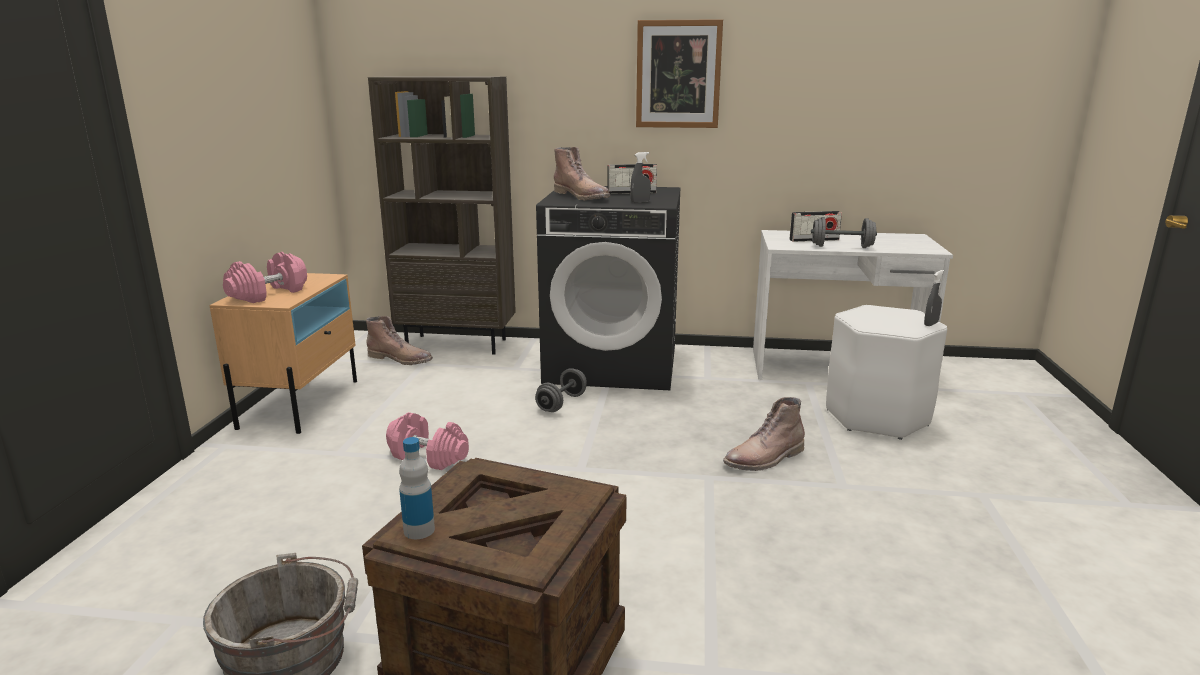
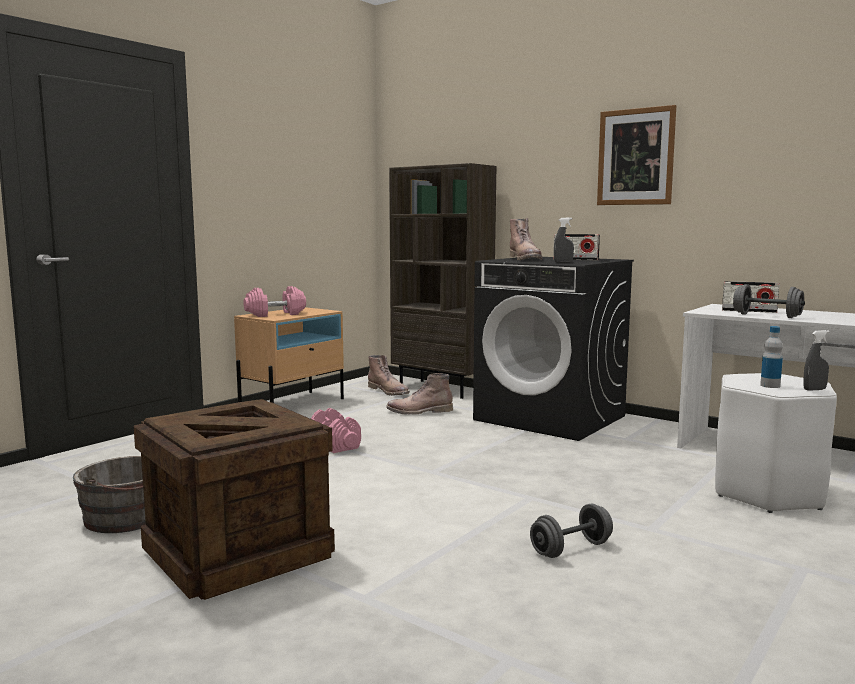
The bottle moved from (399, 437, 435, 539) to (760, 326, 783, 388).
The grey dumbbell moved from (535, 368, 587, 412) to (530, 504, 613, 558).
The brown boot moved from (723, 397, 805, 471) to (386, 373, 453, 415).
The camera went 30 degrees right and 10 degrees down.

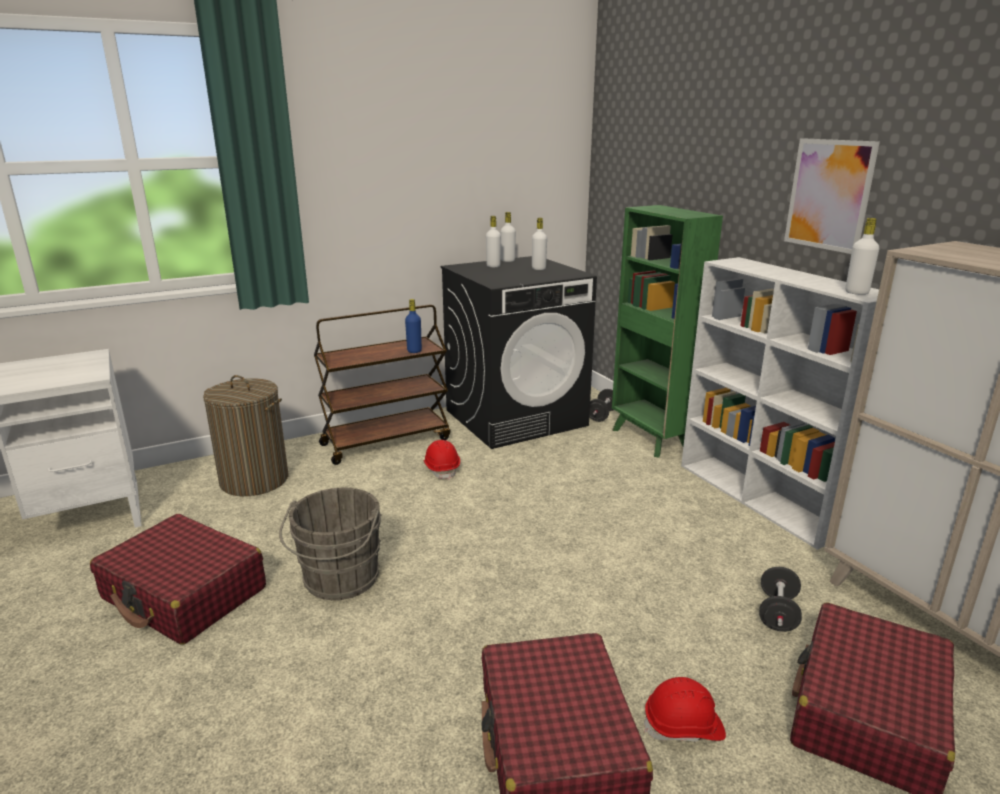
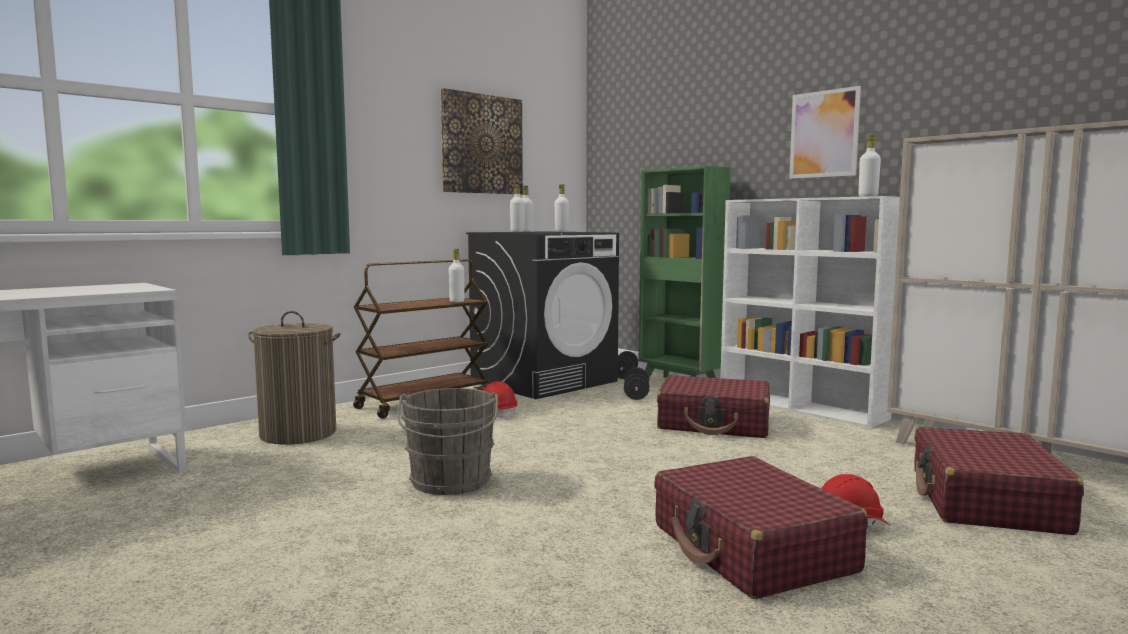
The picture at (440, 88, 523, 194) appeared.
The red suitcase moved from (90, 514, 266, 645) to (657, 375, 770, 438).
The black dumbbell moved from (759, 567, 802, 632) to (624, 367, 650, 400).
The blue bottle at (405, 299, 422, 353) became the white bottle at (449, 249, 464, 302).
The camera went 15 degrees left and 15 degrees down.

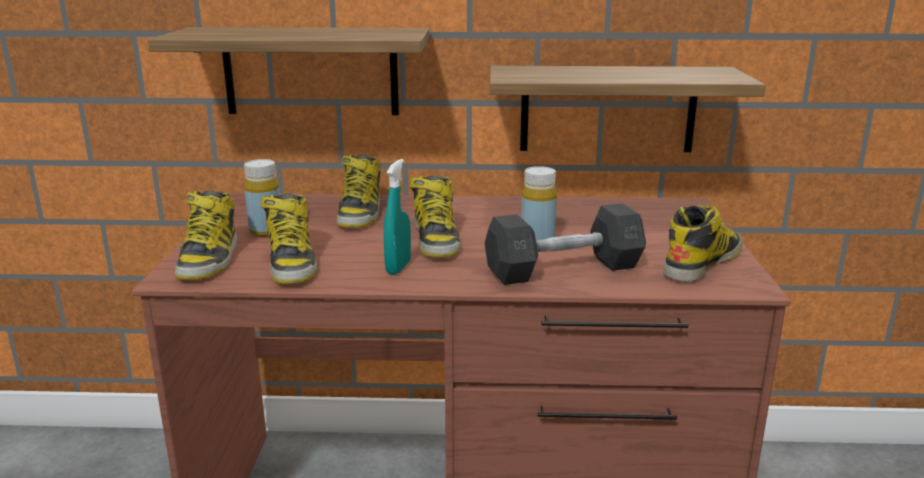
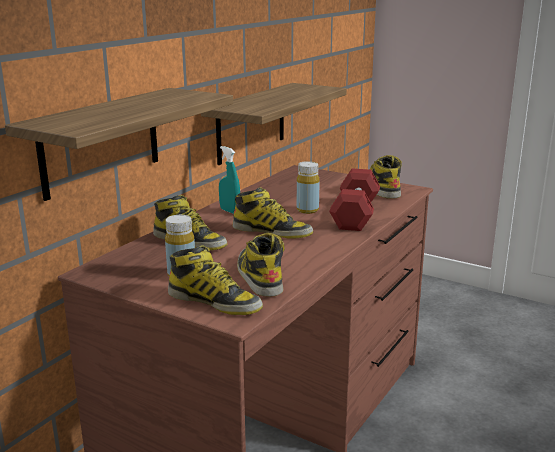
The turquoise spray bottle moved from (383, 159, 411, 275) to (219, 146, 240, 214).
The grey dumbbell at (484, 203, 646, 285) became the red dumbbell at (329, 168, 380, 231).
The boot at (261, 194, 317, 284) turned 120 degrees counterclockwise.
The camera went 60 degrees left and 0 degrees up.

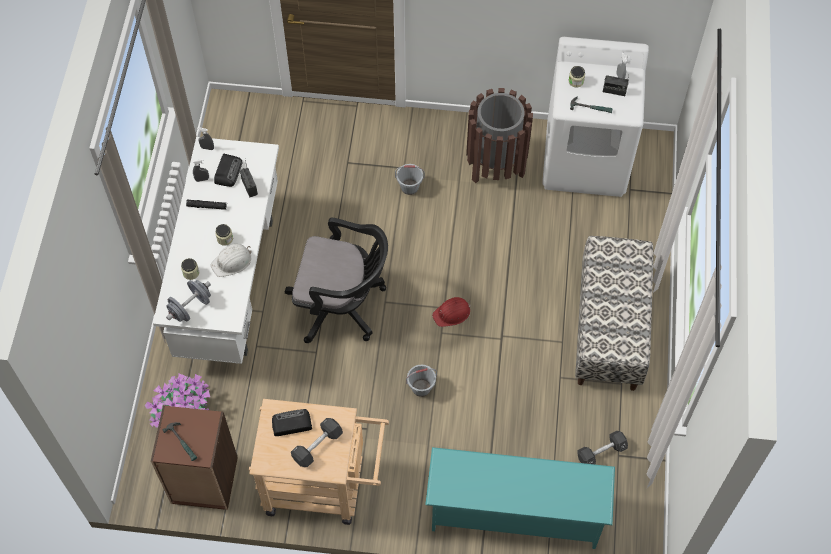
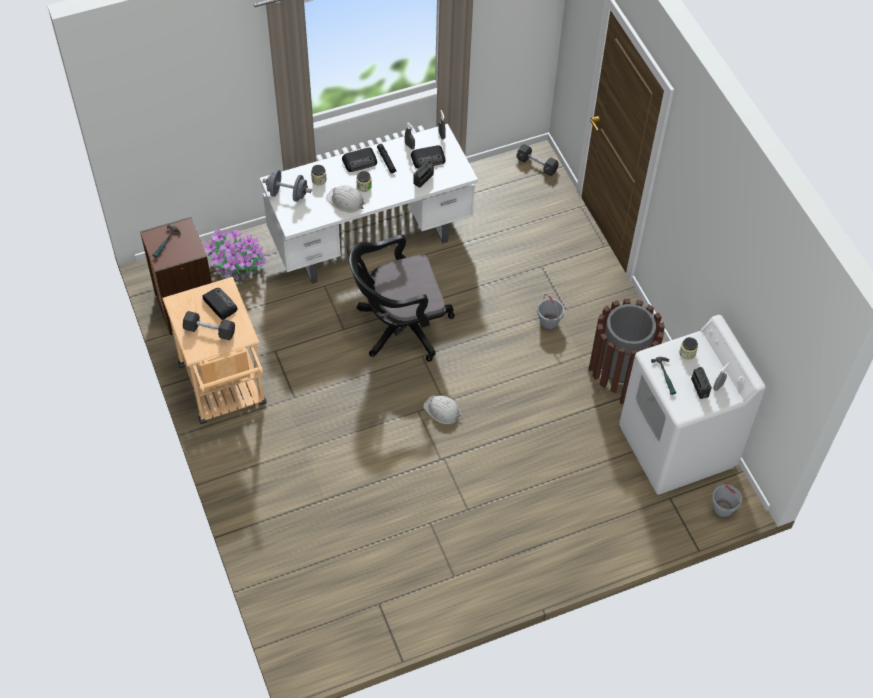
The turquoise shoe rack at (425, 447, 615, 549) disappeared.
The bench at (575, 236, 654, 391) disappeared.
The radio at (342, 147, 377, 172) appeared.
The grey bucket moved from (406, 365, 437, 397) to (712, 483, 742, 518).
The black dumbbell moved from (578, 431, 628, 465) to (516, 144, 559, 176).
The red hard hat at (432, 297, 471, 327) became the white hard hat at (423, 395, 462, 424).
The black office chair at (285, 218, 388, 343) turned 90 degrees clockwise.
The camera went 60 degrees right and 5 degrees down.

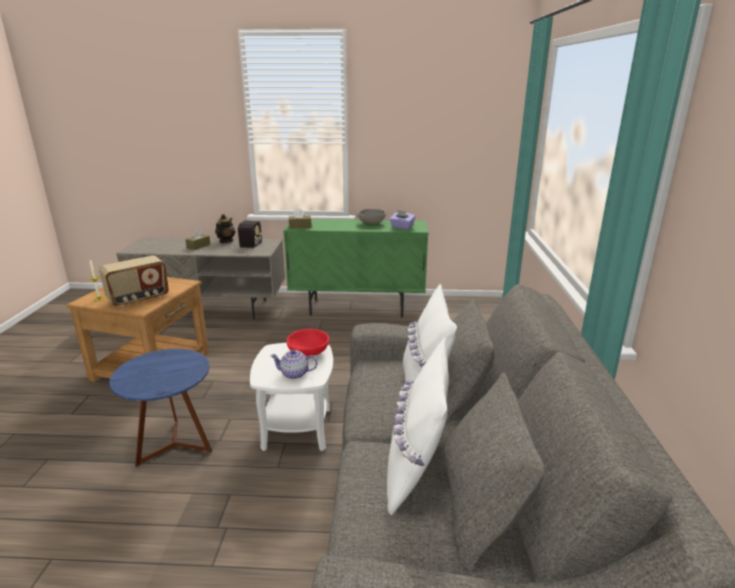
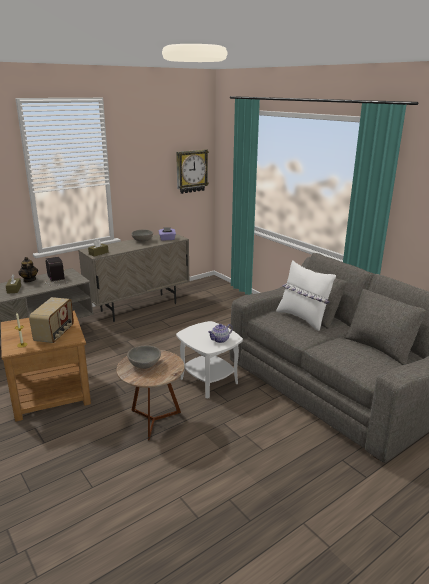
The red bowl at (287, 329, 329, 357) disappeared.
The white pillow at (387, 338, 449, 515) disappeared.
The grey bowl at (127, 346, 161, 369) appeared.
The wall clock at (176, 149, 209, 194) appeared.
The blue side table at (109, 349, 212, 467) became the brown side table at (117, 350, 185, 441).
The green cabinet at (283, 219, 428, 318) became the beige cabinet at (78, 234, 190, 322).
The camera went 40 degrees left and 0 degrees up.

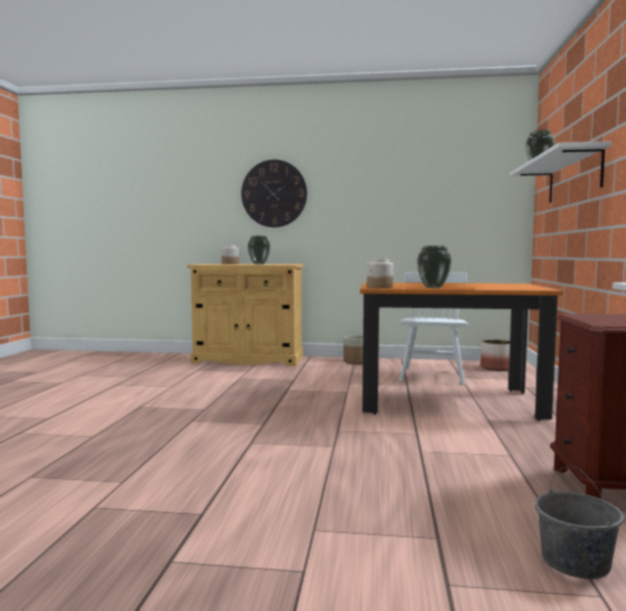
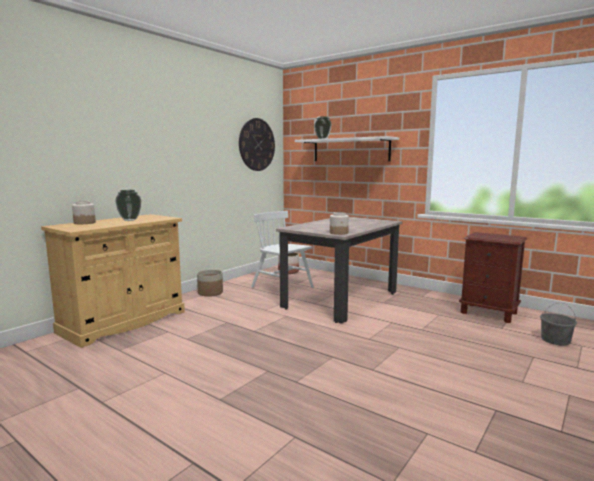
The vase at (417, 246, 451, 288) disappeared.
The wall clock moved from (241, 160, 307, 227) to (239, 118, 275, 171).
The orange dining table at (360, 282, 563, 421) became the beige dining table at (276, 217, 402, 323).
The camera went 60 degrees left and 5 degrees up.

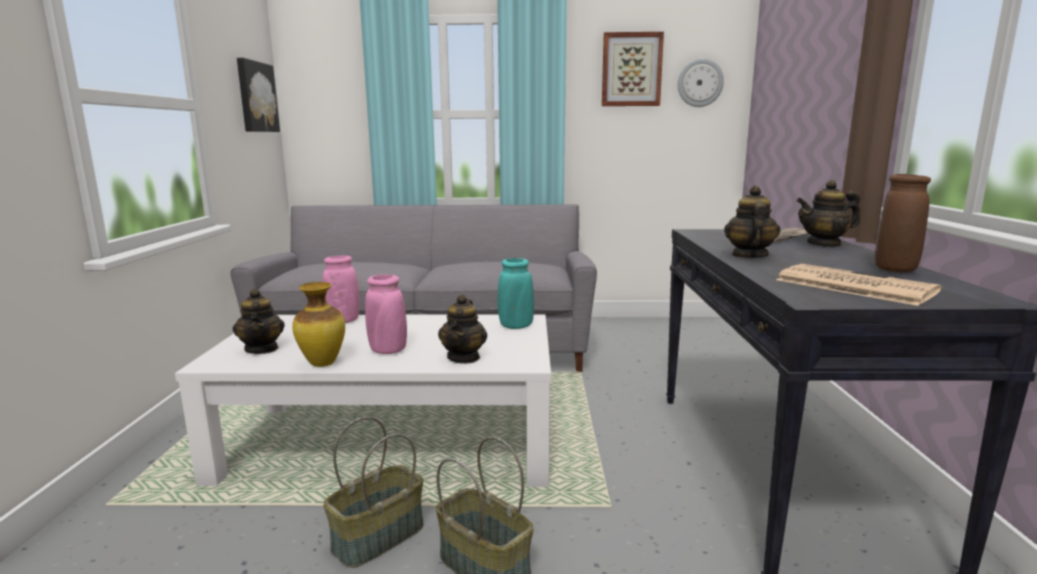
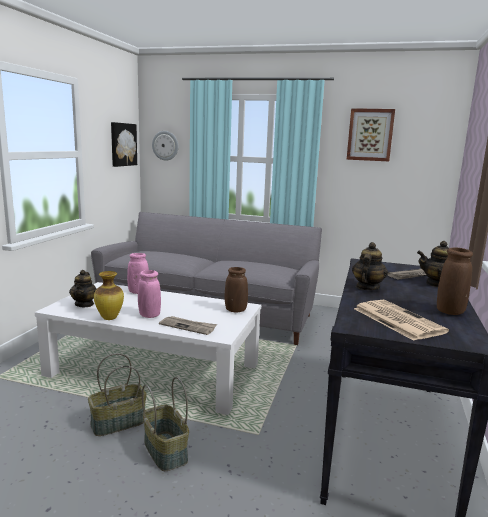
The wall clock moved from (678, 59, 724, 107) to (152, 131, 178, 161).
The teapot at (438, 294, 487, 364) was replaced by the newspaper at (159, 316, 217, 335).
The turquoise vase at (498, 258, 534, 329) became the brown vase at (224, 267, 248, 312).
The camera went 15 degrees right and 0 degrees up.

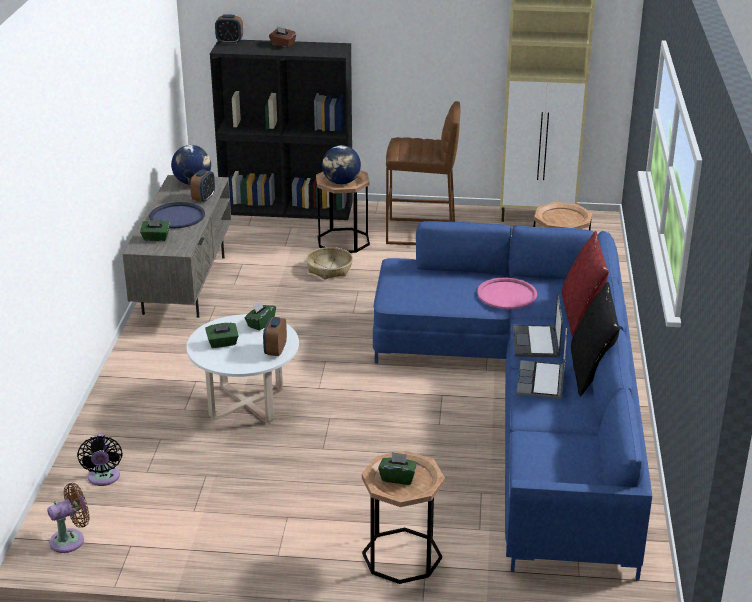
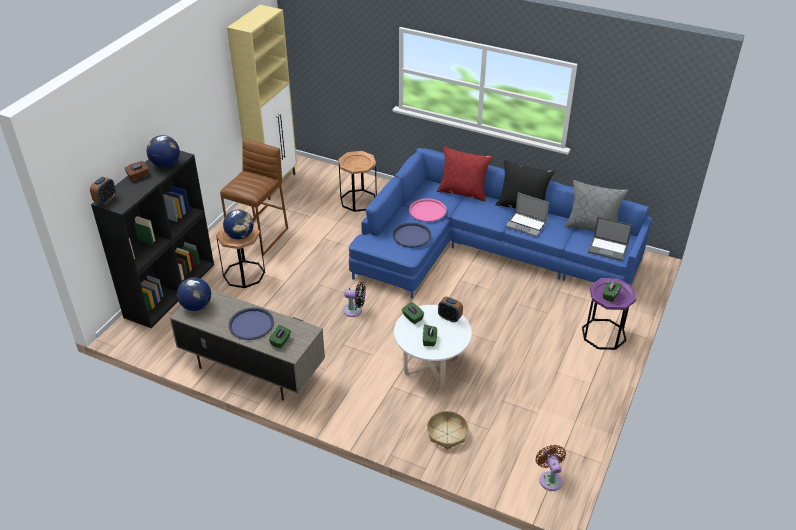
The alarm clock at (190, 169, 215, 203) disappeared.
The globe at (146, 135, 180, 168) appeared.
The blue tray at (392, 223, 432, 248) appeared.
The grey pillow at (564, 180, 628, 231) appeared.
The black fan moved from (77, 434, 123, 486) to (343, 282, 366, 317).
The basket moved from (306, 247, 353, 280) to (427, 411, 469, 449).
The laptop moved from (513, 293, 563, 358) to (588, 217, 632, 261).
The brown side table at (362, 451, 445, 584) became the purple side table at (582, 278, 636, 350).
The camera went 70 degrees left and 10 degrees up.

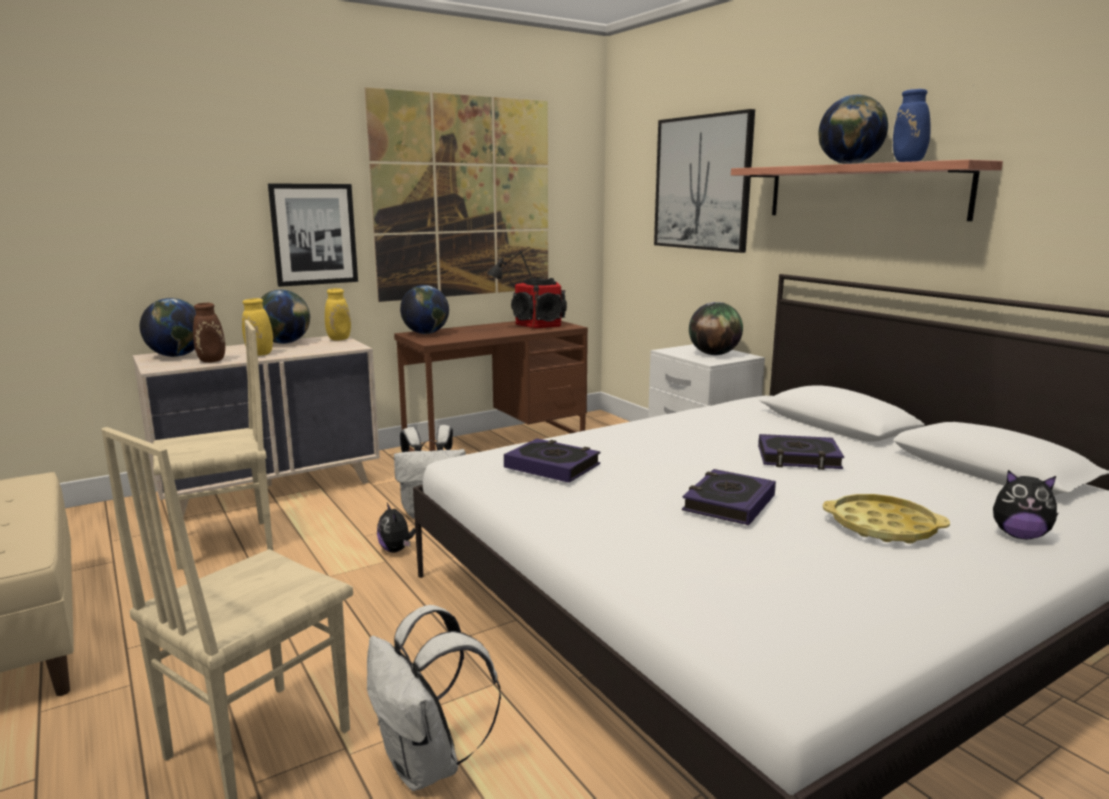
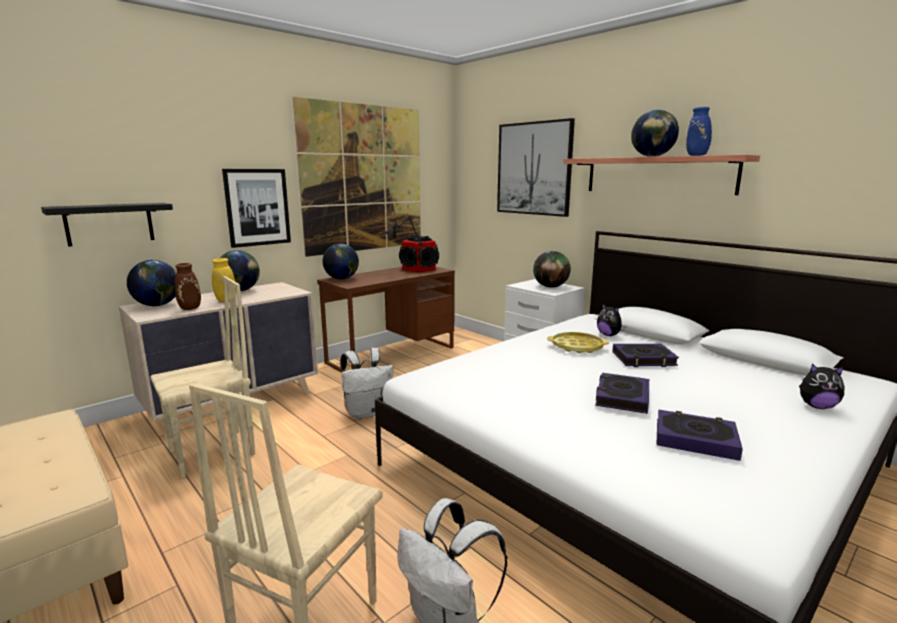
The yellow vase at (325, 288, 351, 341) disappeared.
The black shelf at (41, 203, 173, 247) appeared.
The plush toy moved from (377, 503, 415, 553) to (597, 303, 626, 336).
The book moved from (504, 439, 600, 483) to (657, 410, 743, 461).
The yellow tray moved from (823, 494, 950, 543) to (547, 332, 609, 353).
The camera went 10 degrees left and 0 degrees up.

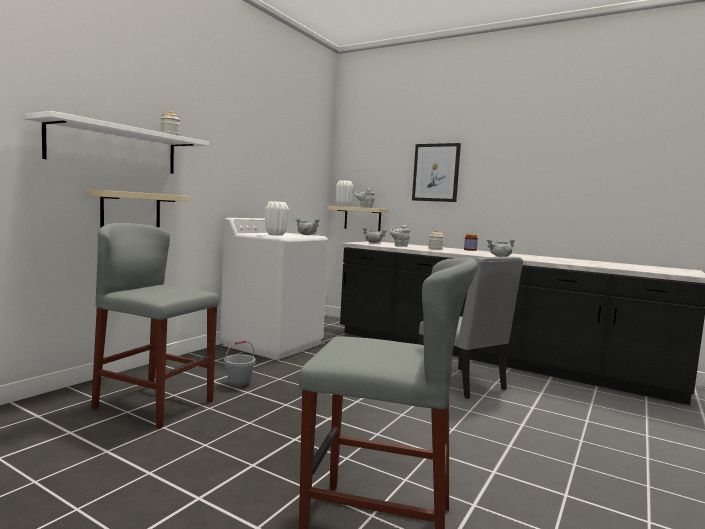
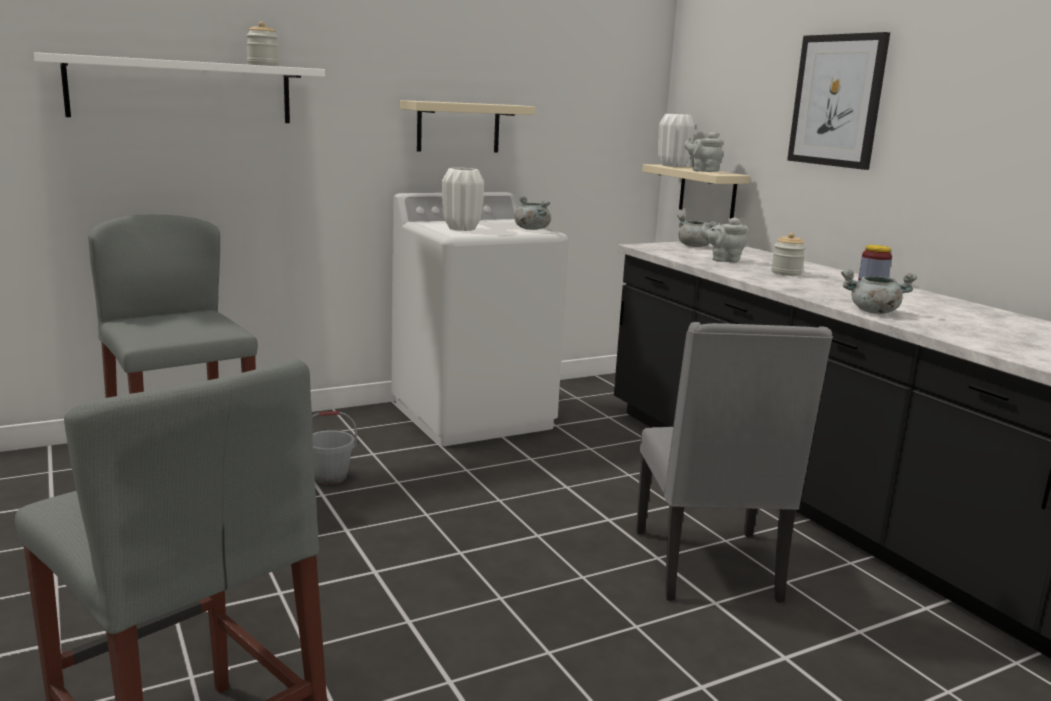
The beige shelf moved from (87, 190, 190, 227) to (400, 100, 535, 153).
The camera went 30 degrees right and 10 degrees up.

